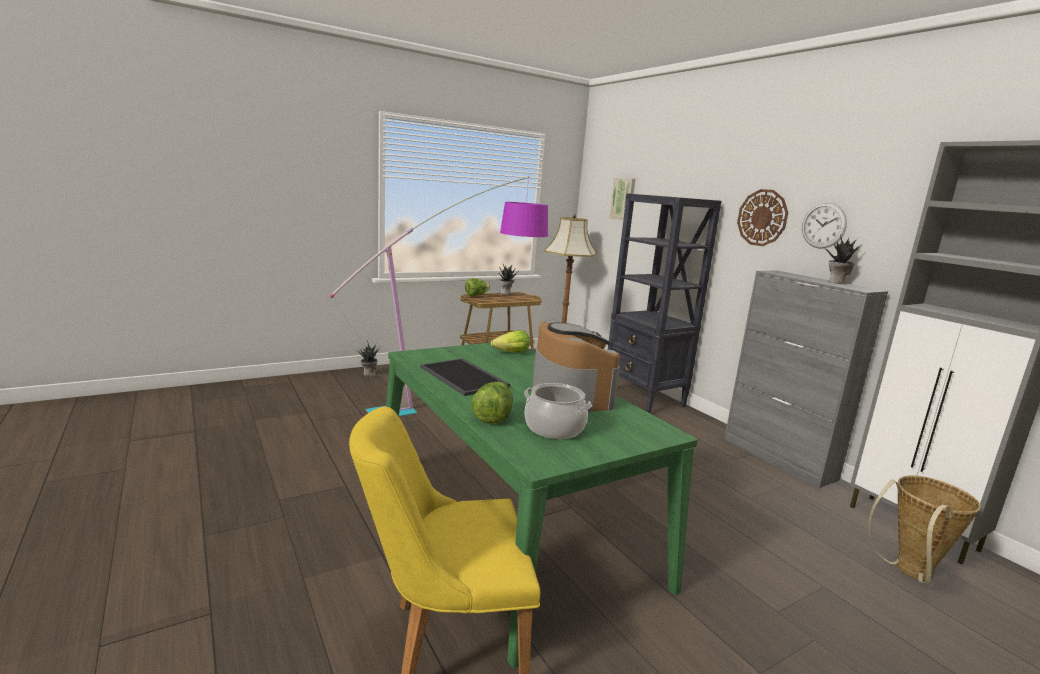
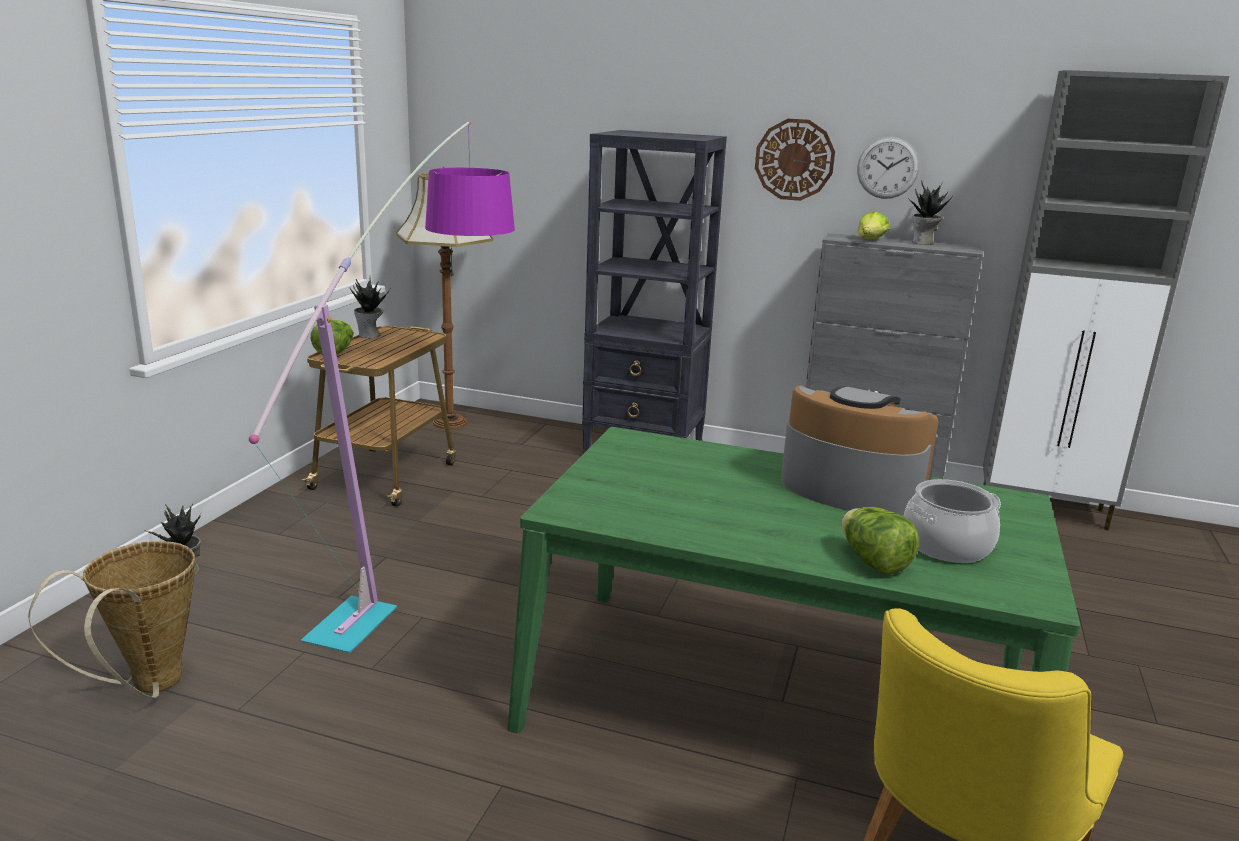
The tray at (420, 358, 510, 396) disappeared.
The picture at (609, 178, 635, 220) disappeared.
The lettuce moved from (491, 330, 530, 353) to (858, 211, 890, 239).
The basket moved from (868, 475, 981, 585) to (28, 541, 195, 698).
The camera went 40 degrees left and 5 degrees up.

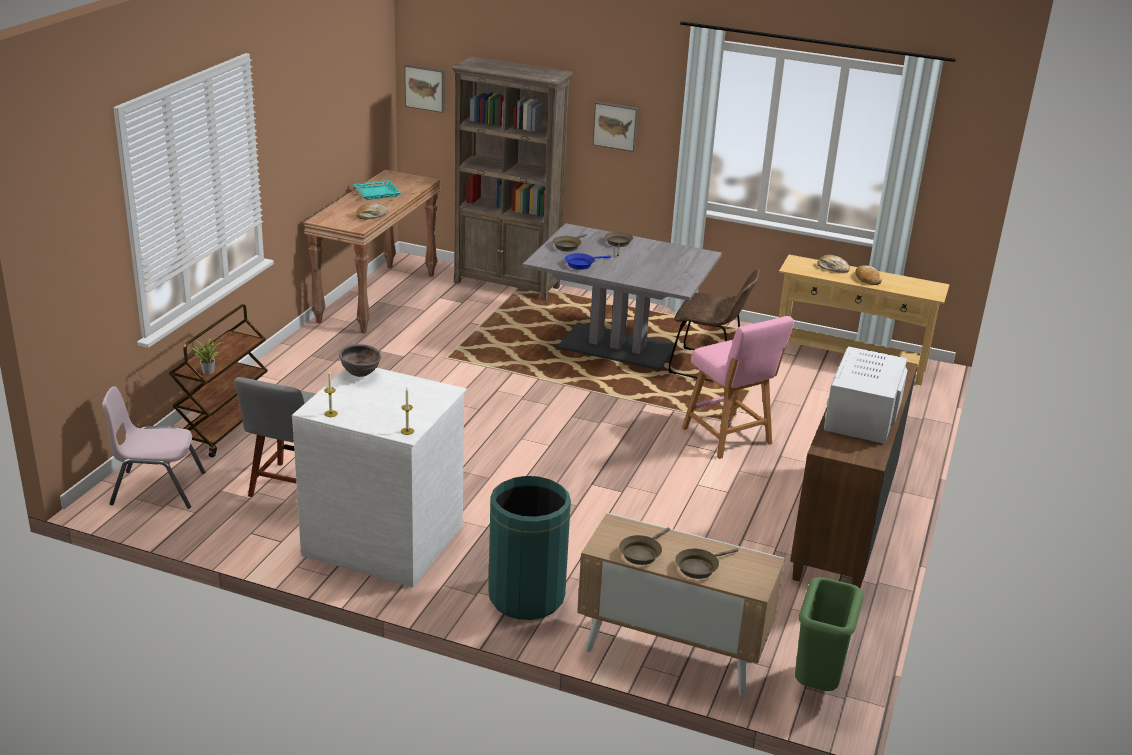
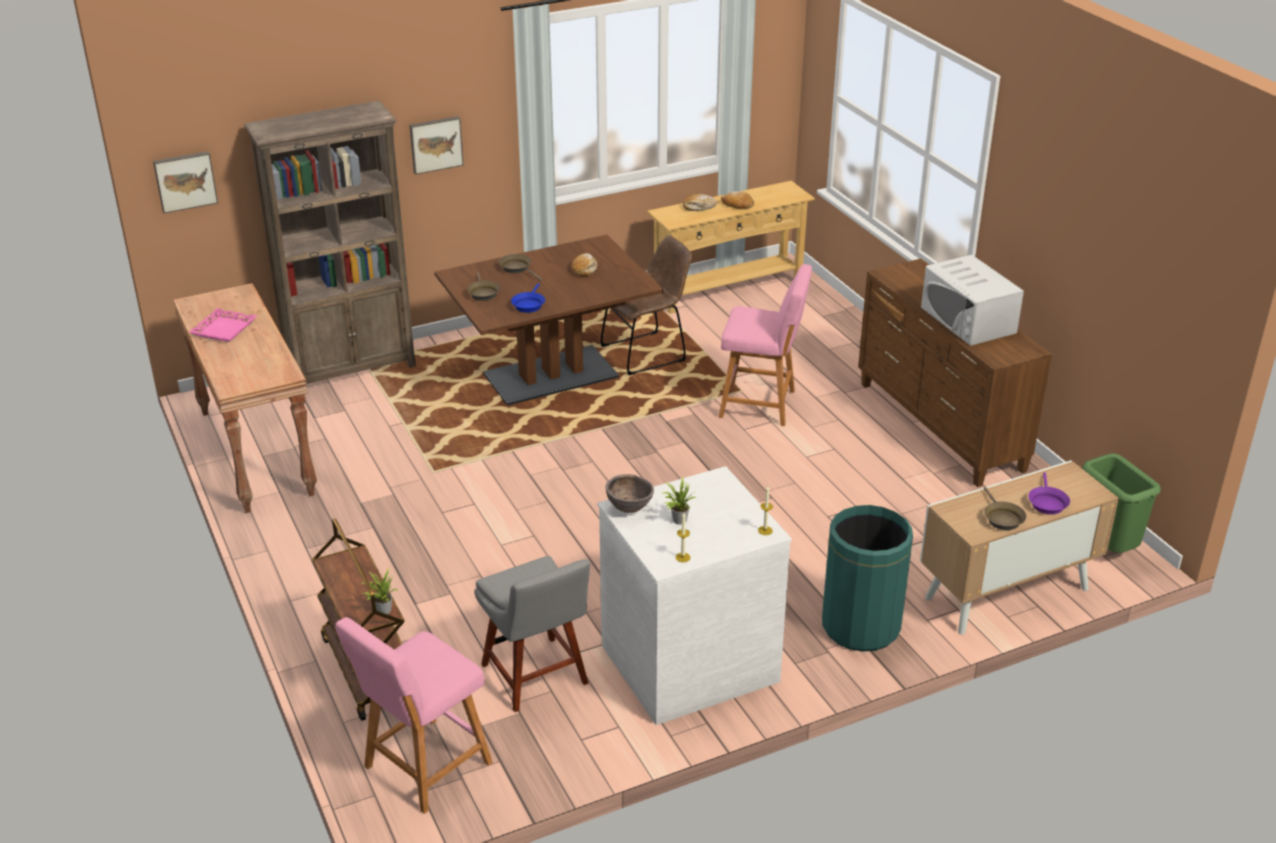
The potted plant at (662, 477, 696, 525) appeared.
The bread moved from (356, 203, 388, 220) to (571, 253, 597, 276).
The pink chair at (102, 386, 205, 509) was replaced by the pink stool at (335, 617, 493, 814).
The turquoise tray at (353, 180, 401, 200) became the pink tray at (189, 308, 257, 342).
The grey dining table at (522, 223, 722, 370) became the brown dining table at (435, 235, 663, 406).
The brown frying pan at (675, 548, 739, 579) became the purple frying pan at (1028, 472, 1070, 514).
The camera went 45 degrees left and 5 degrees up.

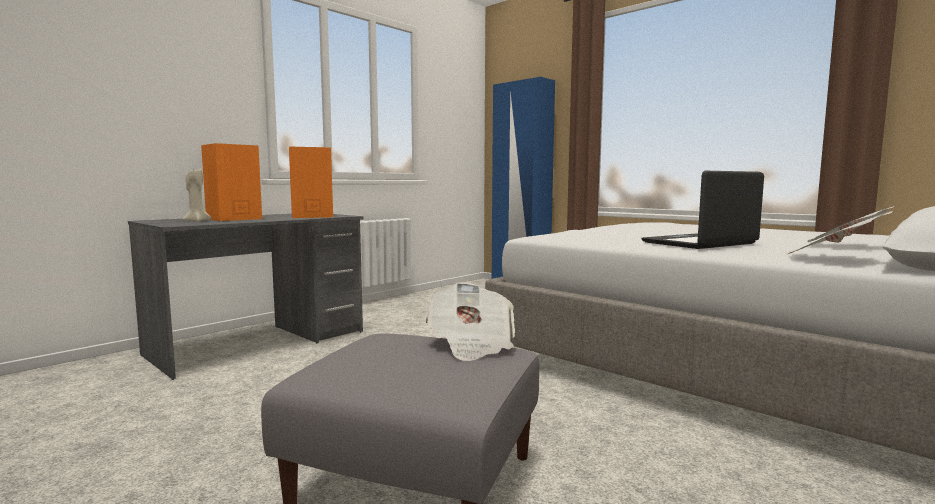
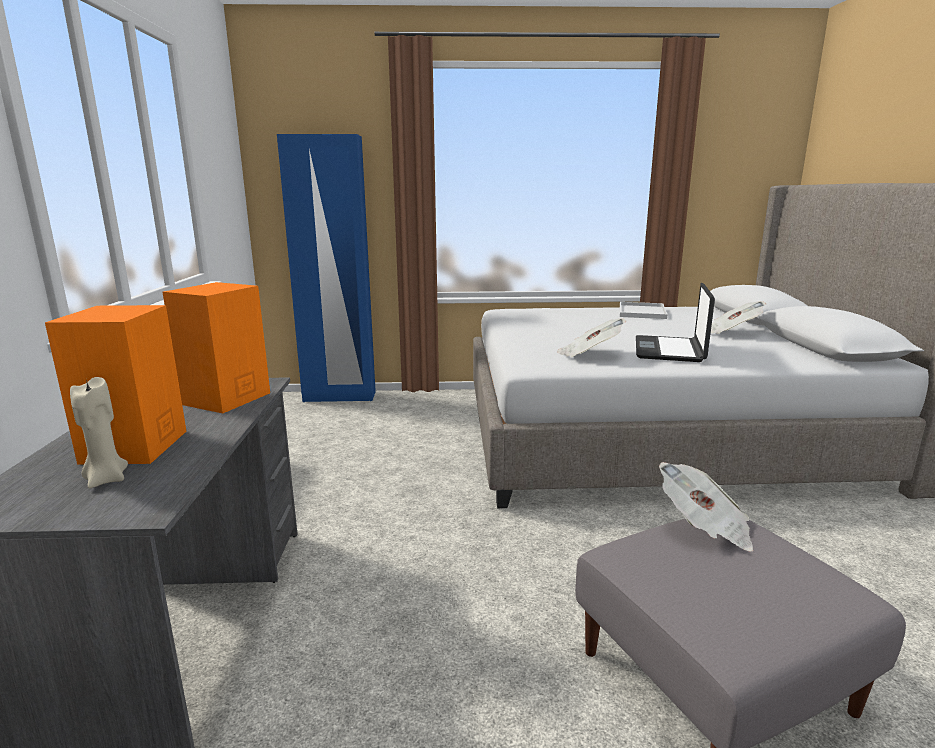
The white tray at (620, 302, 667, 319) appeared.
The newspaper moved from (785, 211, 892, 255) to (557, 318, 627, 357).
The camera went 45 degrees left and 10 degrees up.

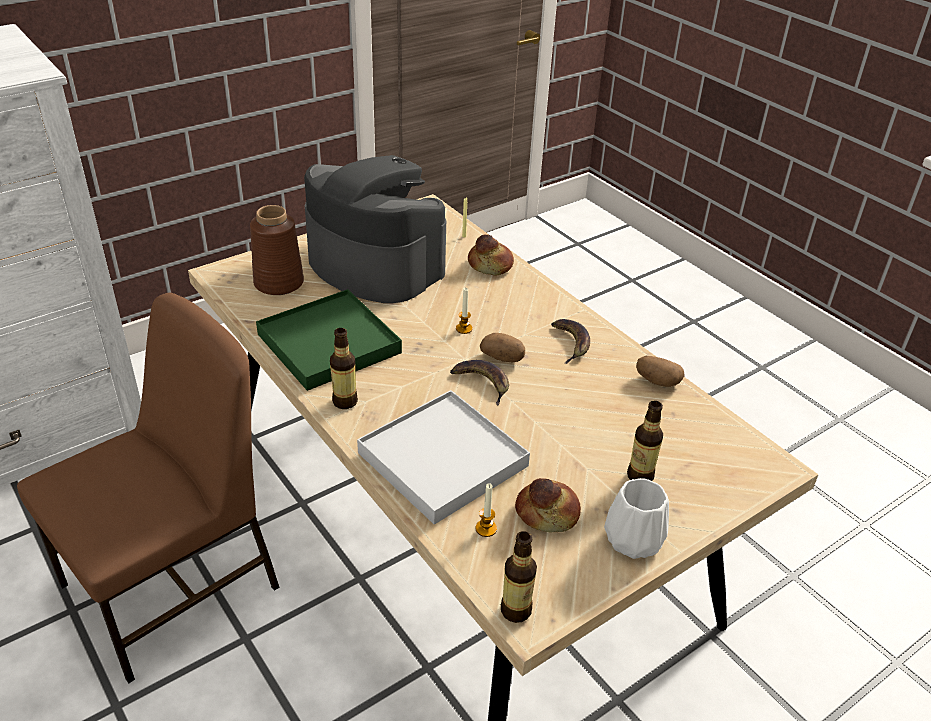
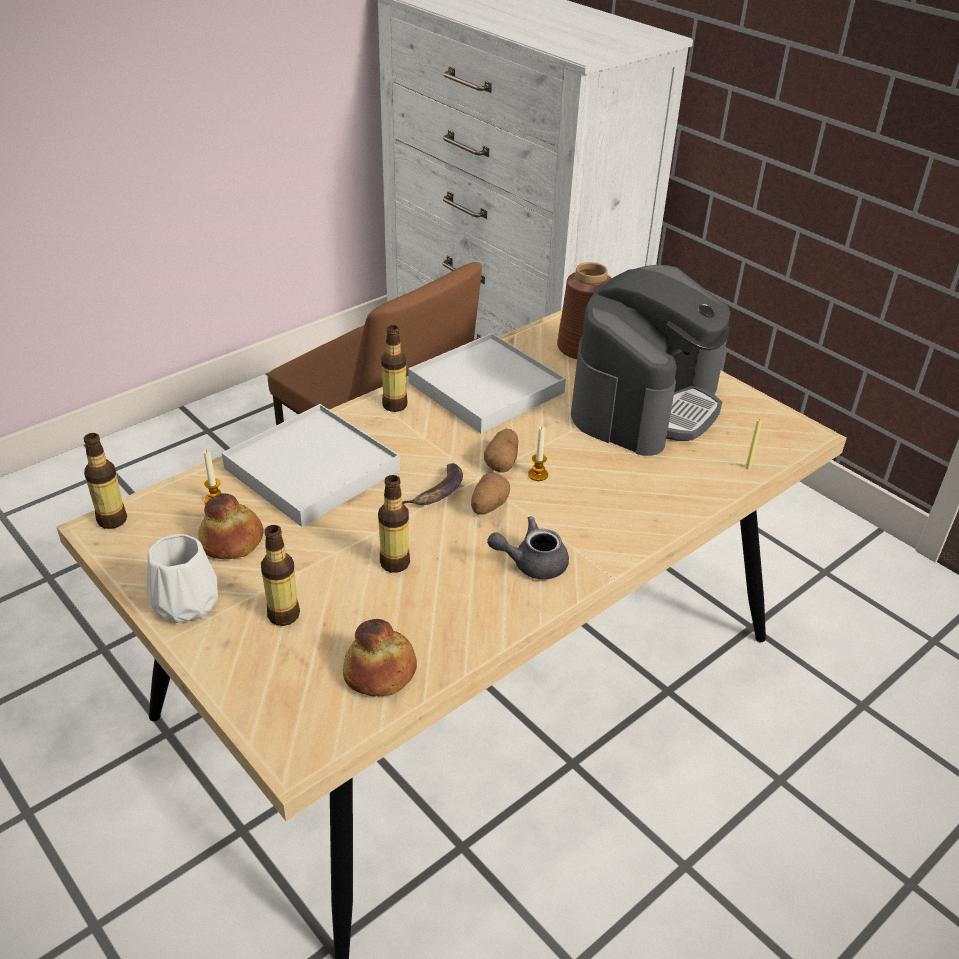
The bottle at (378, 475, 410, 573) appeared.
The bread moved from (468, 235, 514, 275) to (343, 619, 417, 696).
The potato moved from (636, 356, 684, 387) to (484, 429, 518, 473).
The banana at (551, 319, 590, 364) was replaced by the grey teapot at (487, 516, 569, 580).
The green tray at (256, 289, 402, 391) became the white tray at (408, 333, 566, 433).
The camera went 85 degrees right and 0 degrees up.

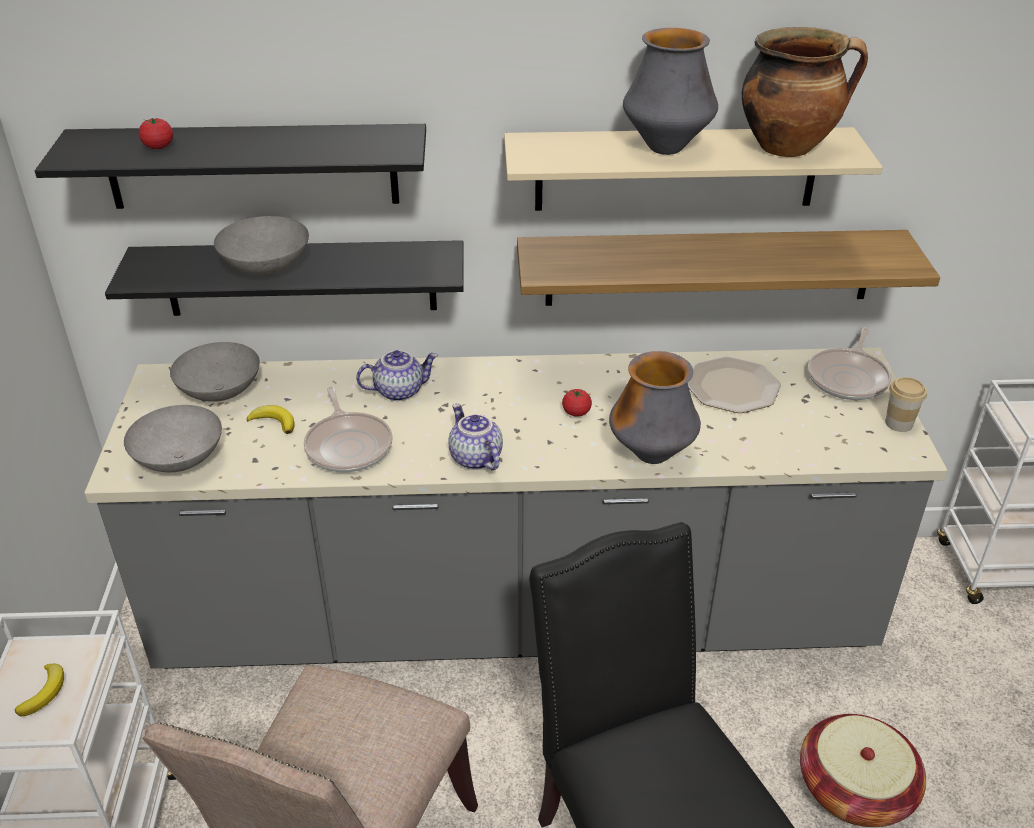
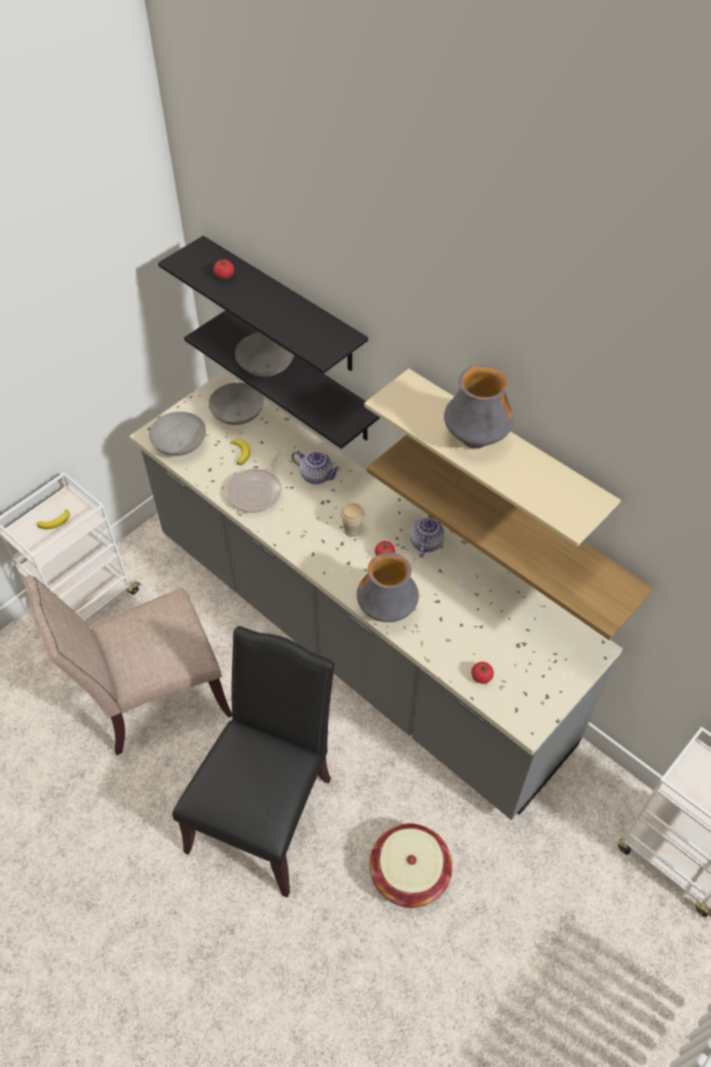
The plate at (688, 356, 781, 413) disappeared.
The cooking pot at (742, 27, 868, 157) disappeared.
The frying pan at (808, 328, 891, 400) disappeared.
The tomato at (471, 662, 494, 684) appeared.
The teapot moved from (449, 404, 503, 470) to (410, 516, 445, 558).
The cup moved from (885, 377, 927, 432) to (340, 503, 365, 537).
The camera went 45 degrees right and 15 degrees up.

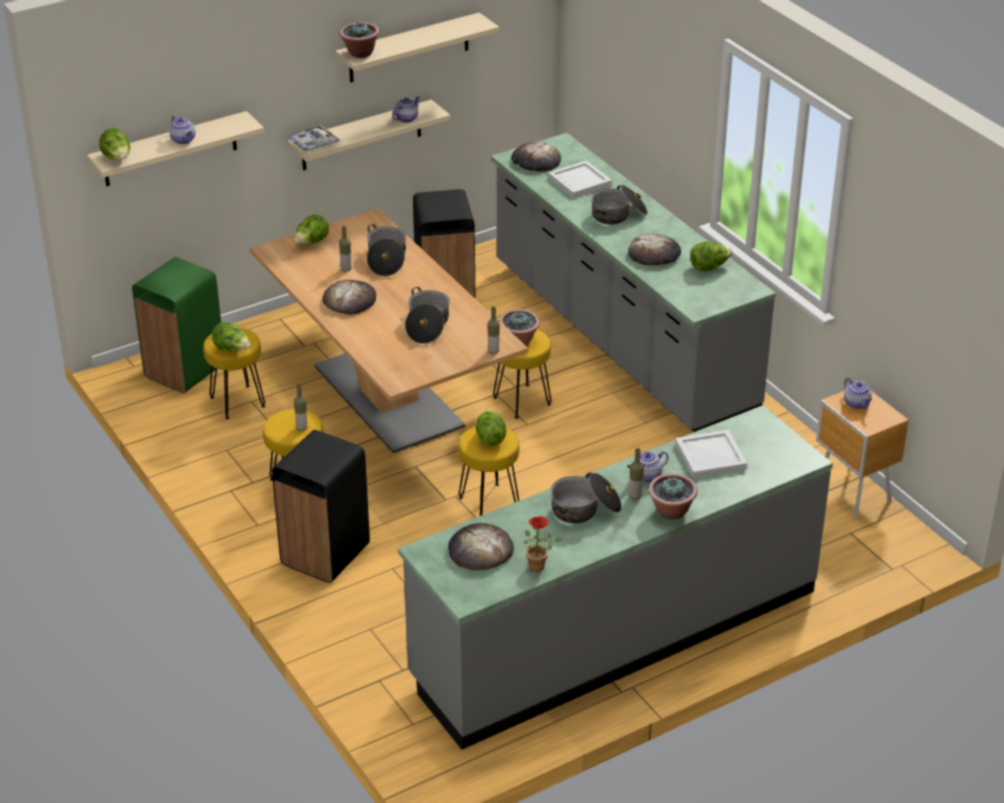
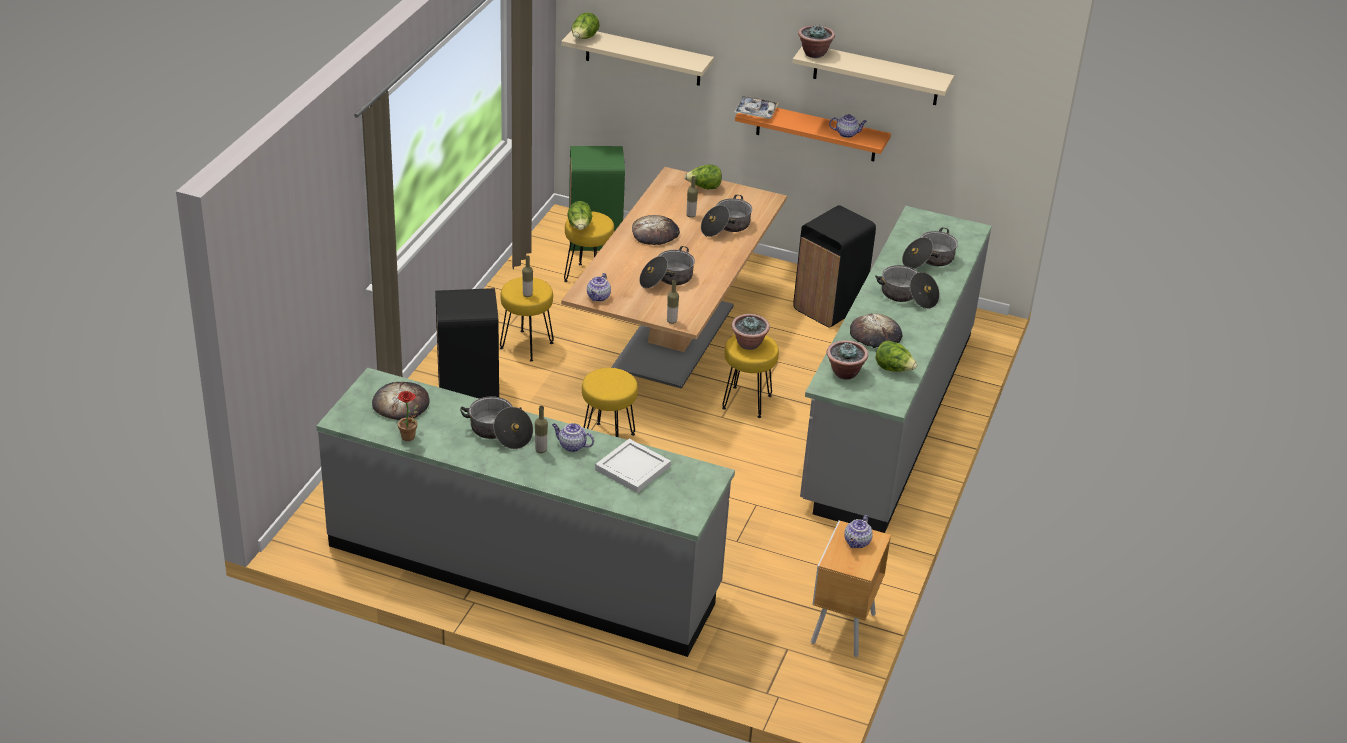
The lettuce at (476, 410, 507, 446) disappeared.
The bread at (511, 142, 561, 172) disappeared.
The teapot moved from (169, 116, 196, 144) to (587, 273, 611, 302).
The potted plant moved from (649, 473, 698, 520) to (826, 340, 868, 380).
The white tray at (548, 161, 612, 198) was replaced by the cooking pot at (902, 228, 958, 269).
The beige shelf at (288, 100, 451, 170) became the orange shelf at (735, 108, 891, 161).
The camera went 50 degrees right and 0 degrees up.

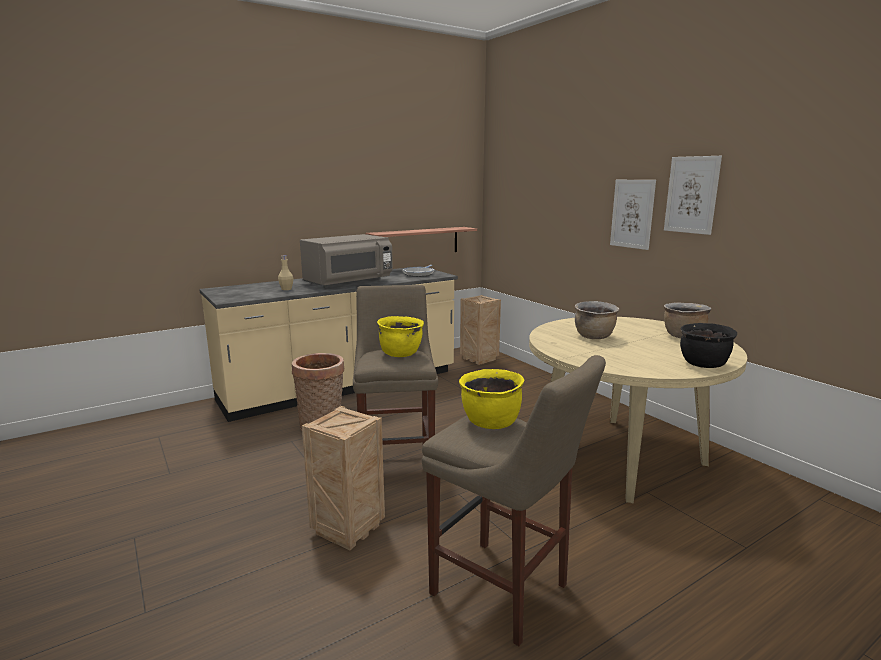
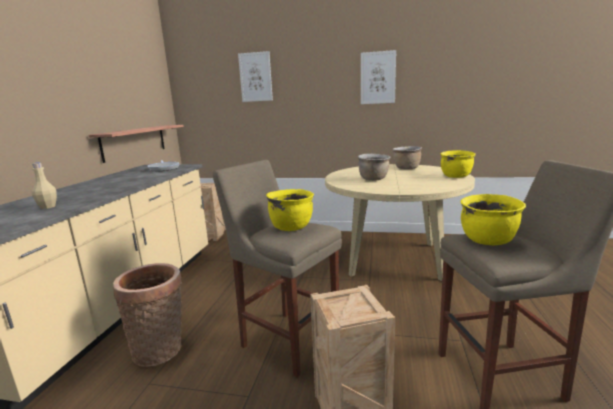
The grey microwave at (300, 234, 393, 288) disappeared.
The picture moved from (610, 180, 656, 250) to (238, 51, 273, 102).
The black cooking pot at (680, 323, 737, 368) became the yellow cooking pot at (441, 150, 476, 178).
The camera went 45 degrees left and 0 degrees up.

